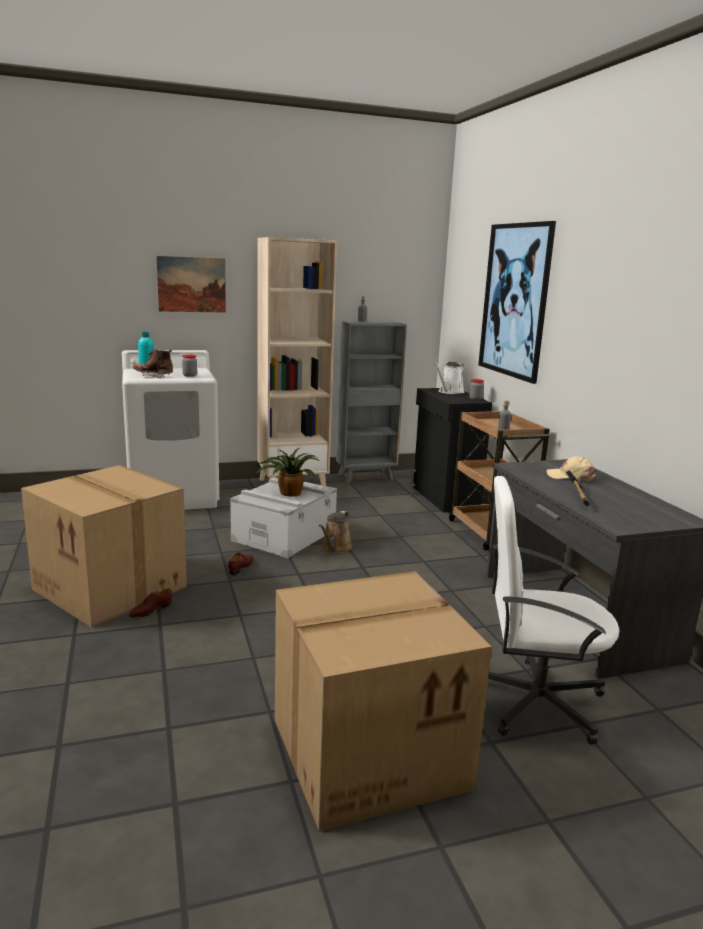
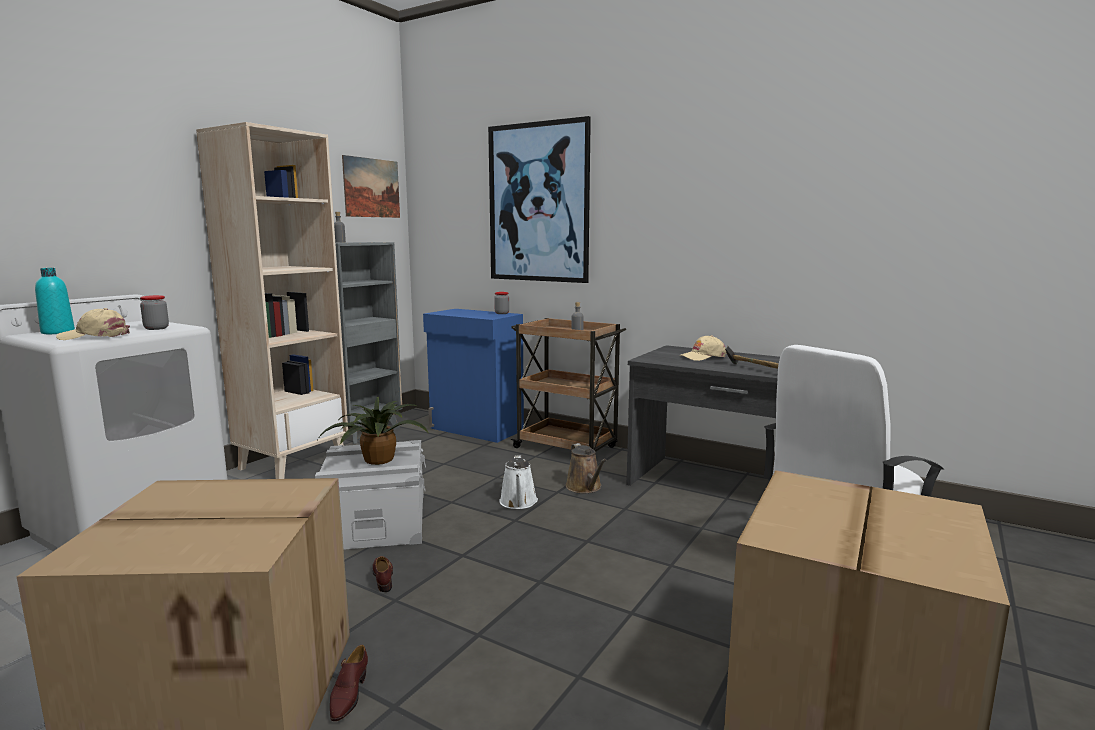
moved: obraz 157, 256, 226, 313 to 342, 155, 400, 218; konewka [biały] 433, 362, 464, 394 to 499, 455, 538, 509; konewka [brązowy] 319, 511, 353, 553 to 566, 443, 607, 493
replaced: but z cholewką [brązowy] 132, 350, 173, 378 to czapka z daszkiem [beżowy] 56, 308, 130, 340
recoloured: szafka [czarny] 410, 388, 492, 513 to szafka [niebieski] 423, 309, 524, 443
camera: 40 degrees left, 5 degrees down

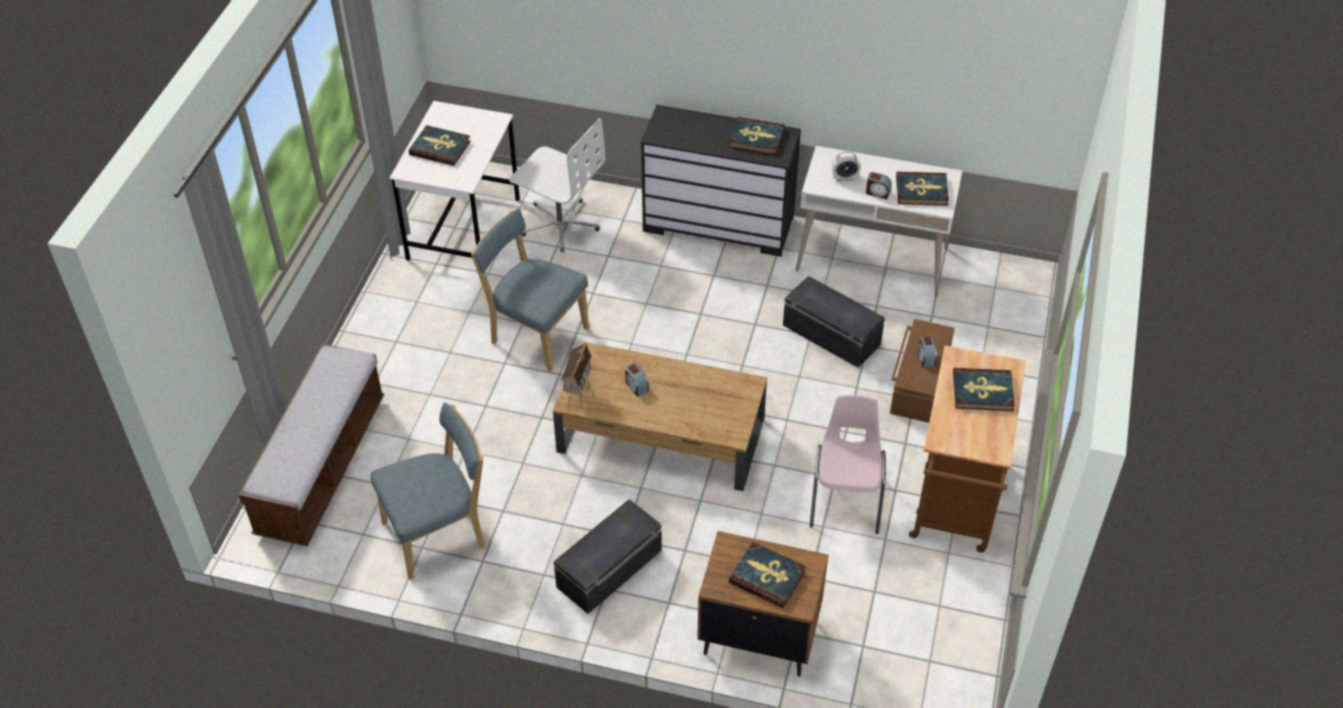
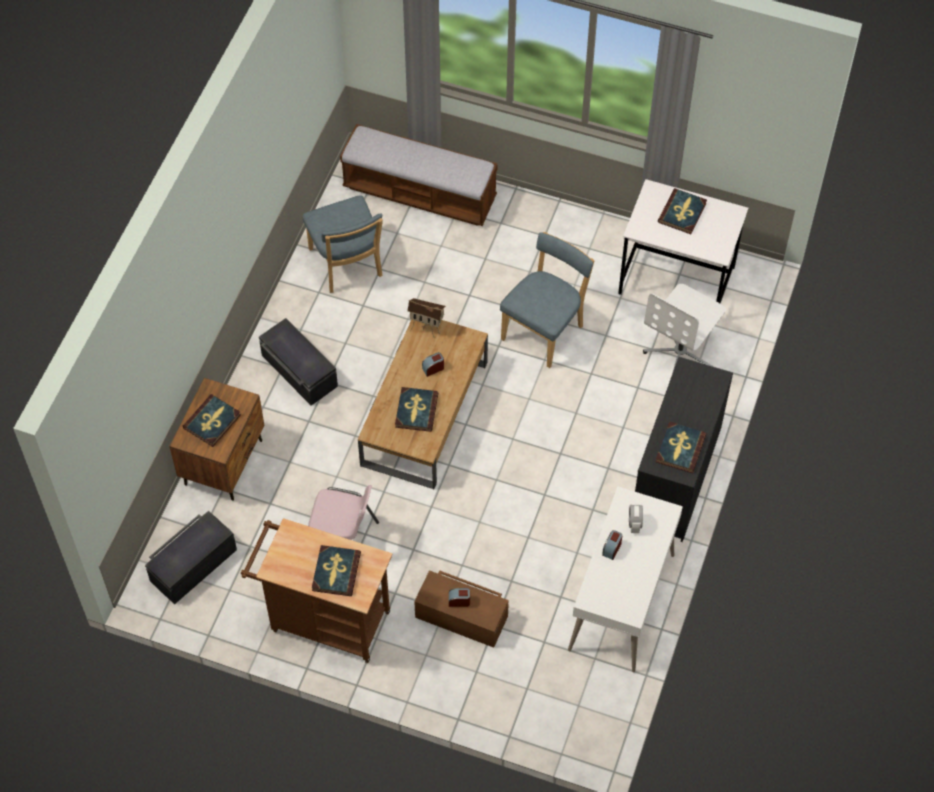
moved: pojemnik do przechowywania [czarny] 783, 276, 885, 368 to 145, 511, 237, 604; książka 896, 171, 949, 206 to 395, 387, 438, 432
camera: 95 degrees right, 10 degrees up

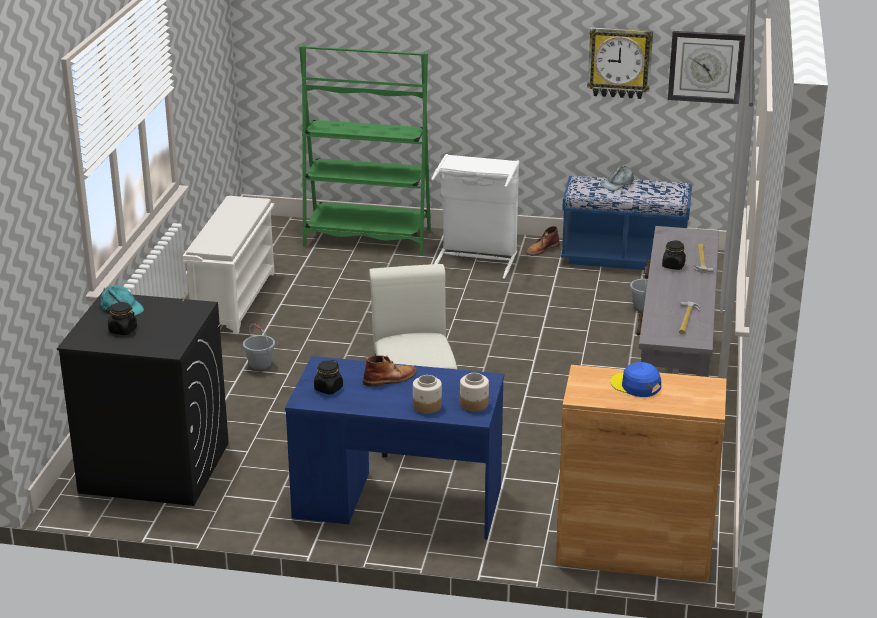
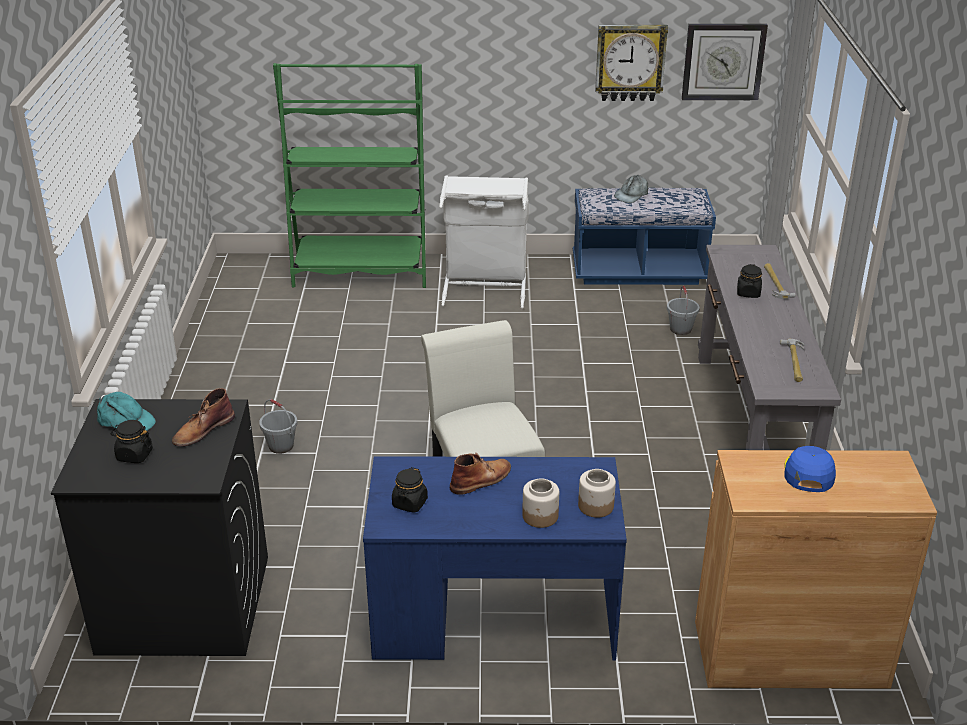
removed: regał na buty [biały] 183, 196, 275, 334
moved: but z cholewką [brązowy] 525, 226, 560, 256 to 172, 388, 235, 447
turned: czapka z daszkiem [niebieski] 610, 362, 661, 397 = 784, 446, 836, 492 75 degrees clockwise
camera: 10 degrees left, 5 degrees up

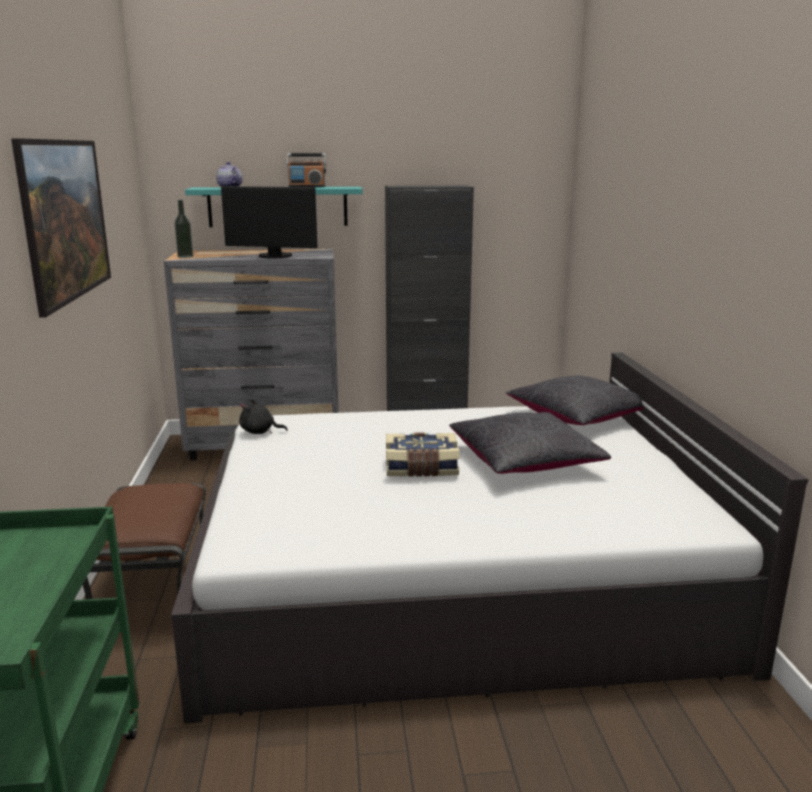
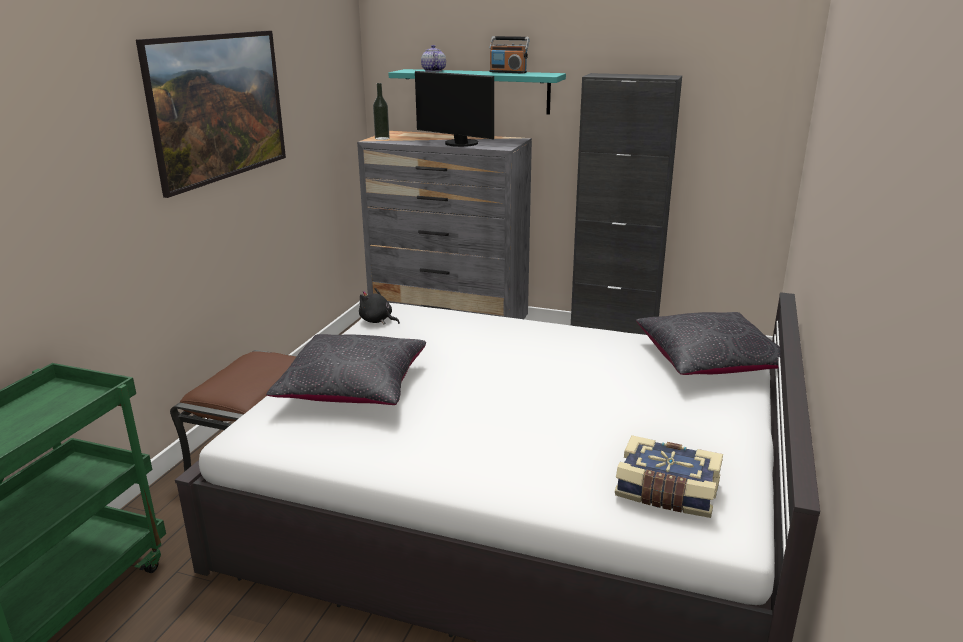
moved: poduszka [czarny] 449, 412, 611, 474 to 266, 334, 426, 405; książka 386, 432, 460, 477 to 615, 435, 723, 518
camera: 25 degrees right, 5 degrees up

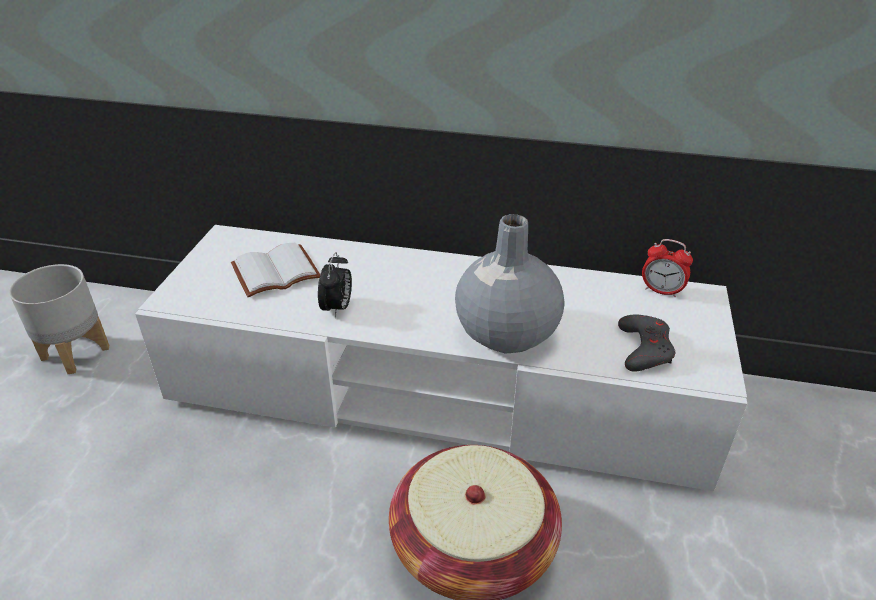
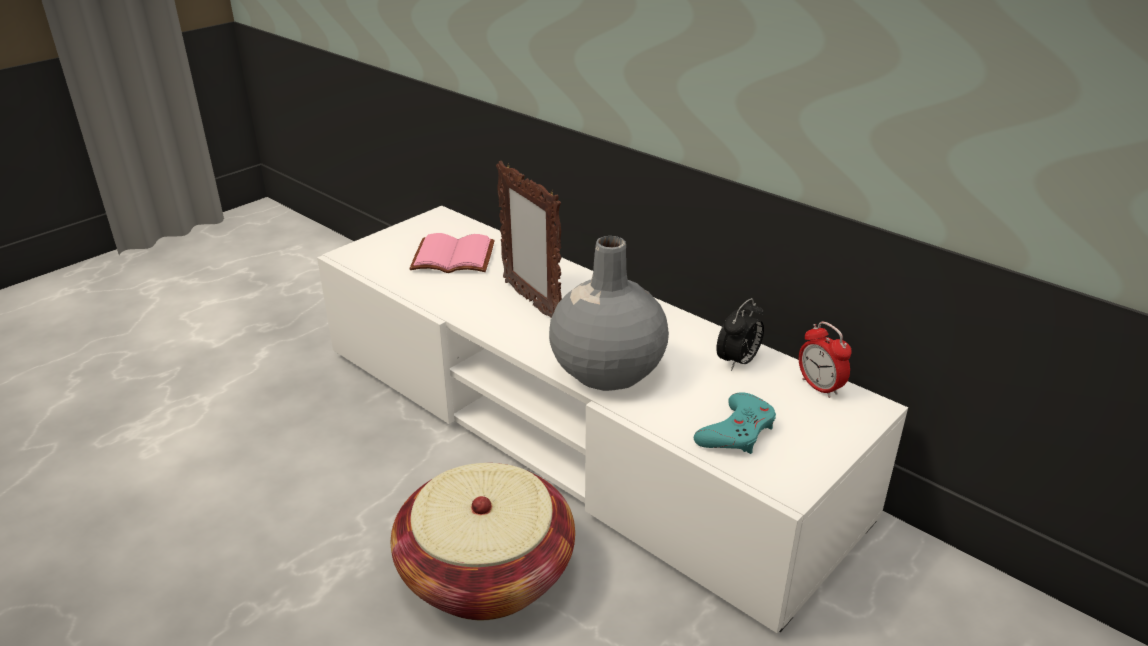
removed: donica [szary] 9, 264, 109, 374
added: ramka na zdjęcie 496, 161, 562, 318
moved: budzik 318, 252, 352, 318 to 716, 298, 764, 371
recoloured: książka [biały] 231, 243, 320, 297 to książka [różowy] 409, 233, 495, 273; pad do gier [szary] 618, 314, 675, 372 to pad do gier [turkusowy] 694, 392, 776, 454
camera: 30 degrees right, 5 degrees down

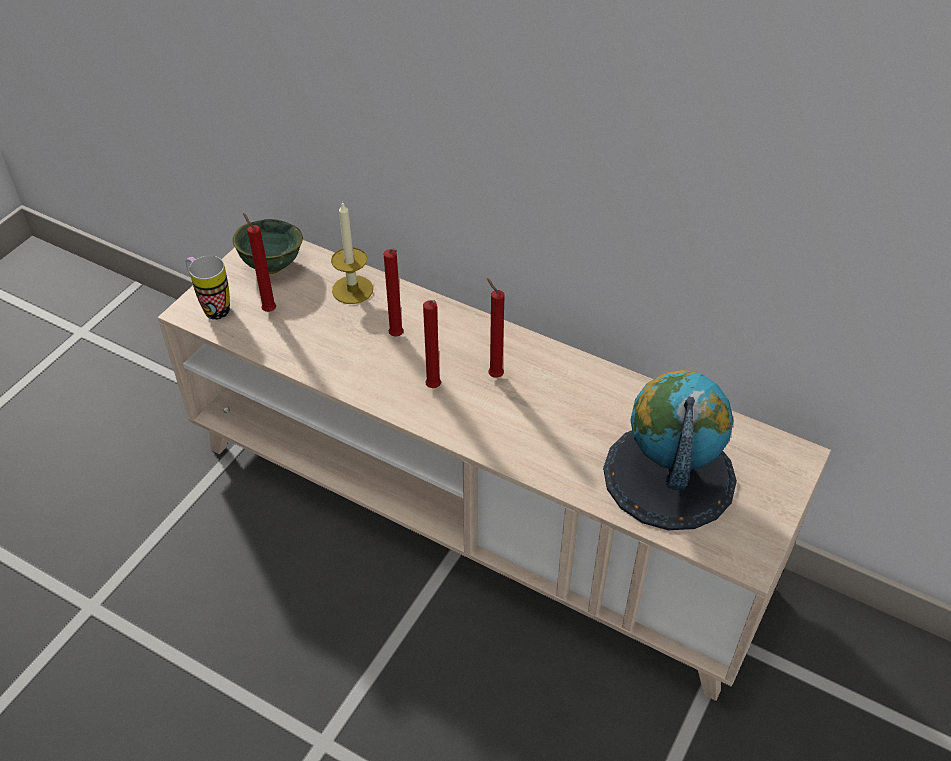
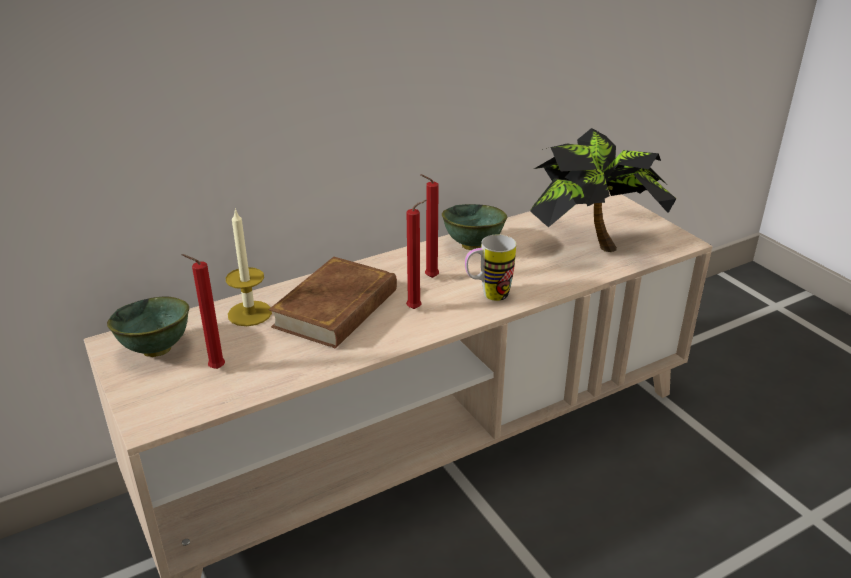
added: miska [zielony] 442, 204, 507, 250
moved: kubek 186, 256, 230, 320 to 465, 234, 516, 301
replaced: świeca [czerwony] 383, 248, 404, 337 to książka [brązowy] 269, 257, 397, 348; globus 603, 370, 737, 530 to roślina doniczkowa 530, 128, 676, 252
camera: 60 degrees left, 15 degrees down

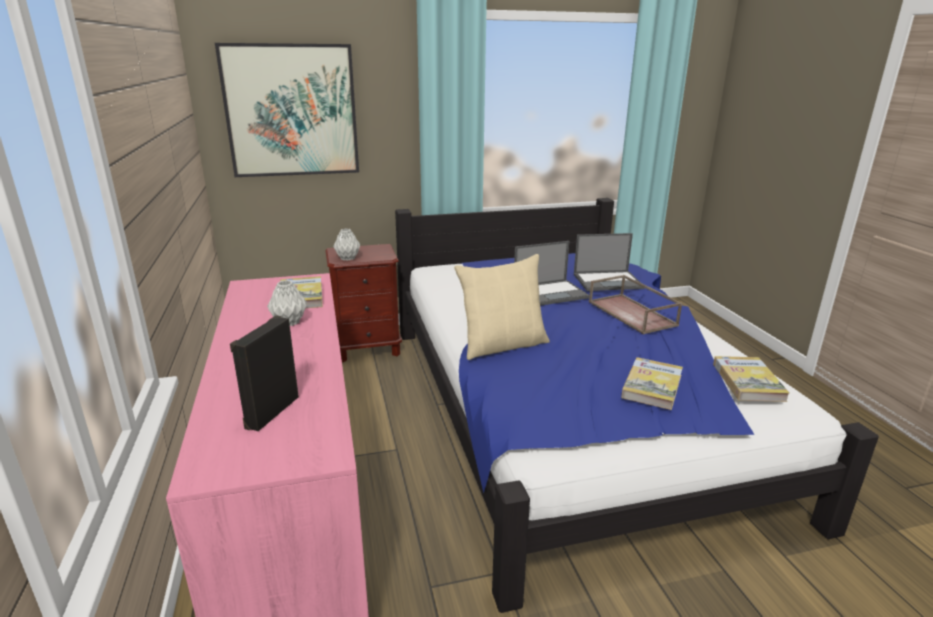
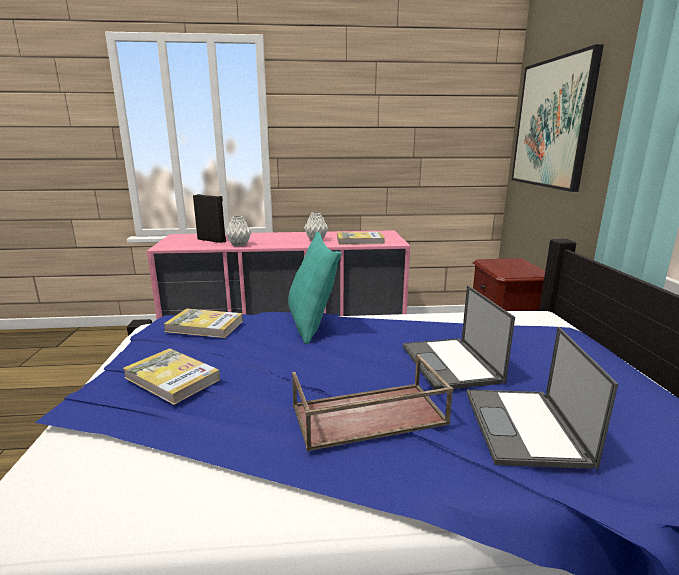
moved: książka 713, 356, 789, 402 to 164, 309, 243, 338; wazon [szary] 333, 228, 360, 261 to 225, 216, 252, 247
recoloured: poduszka [beżowy] 454, 254, 550, 360 to poduszka [turkusowy] 288, 232, 342, 344
camera: 100 degrees right, 5 degrees down

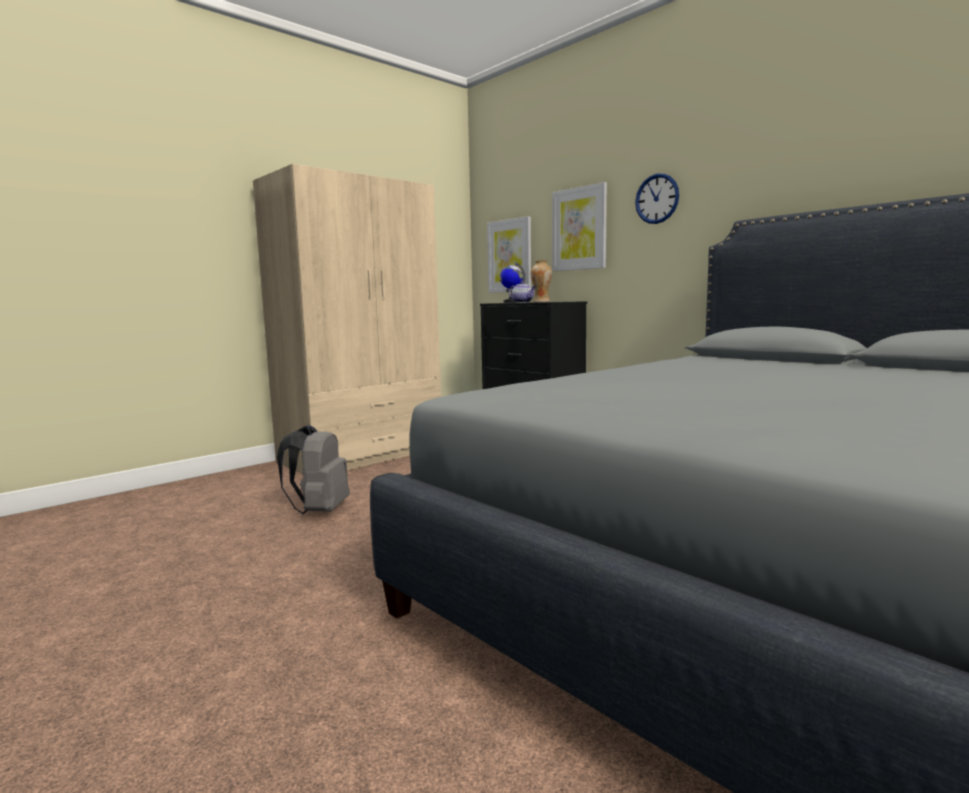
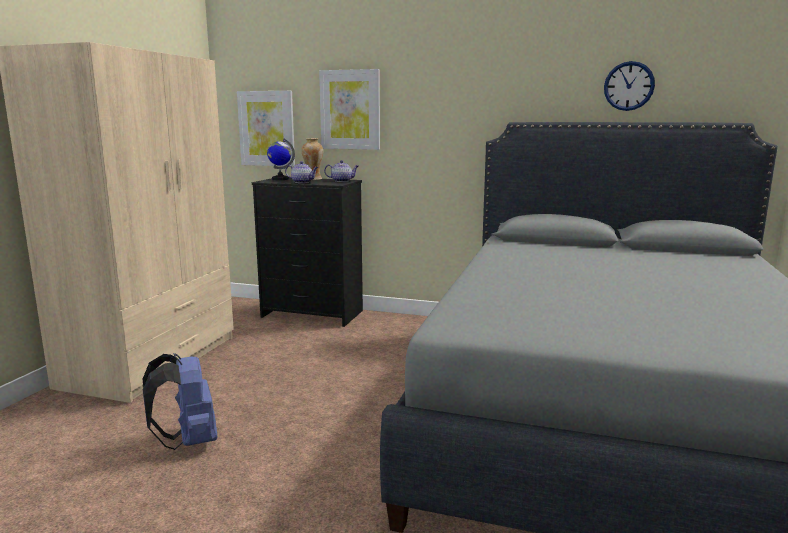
added: imbryk 324, 160, 358, 182
moved: zegar ścienny 635, 174, 679, 224 to 604, 61, 655, 111
recoloured: plecak [szary] 277, 425, 350, 514 to plecak [niebieski] 142, 353, 217, 450
camera: 30 degrees left, 5 degrees up

